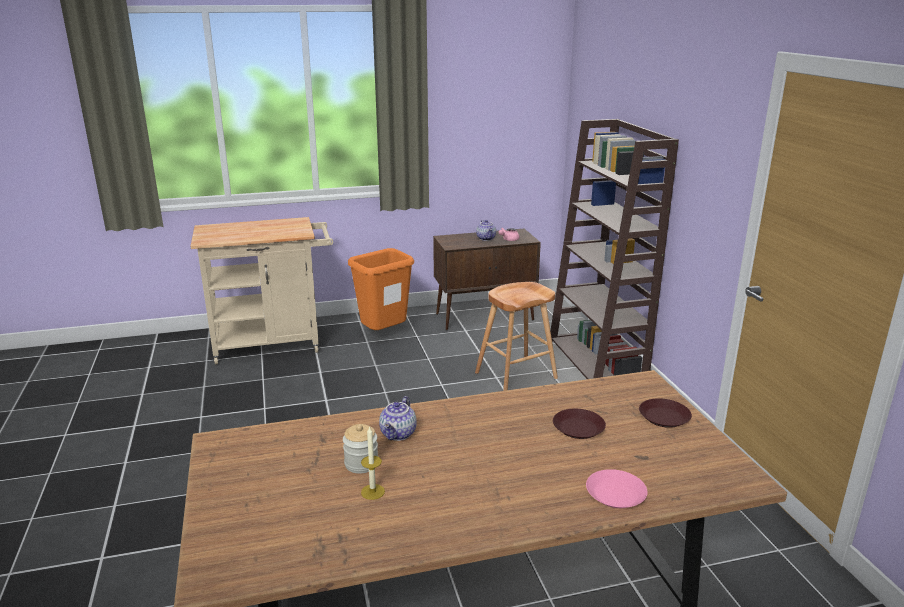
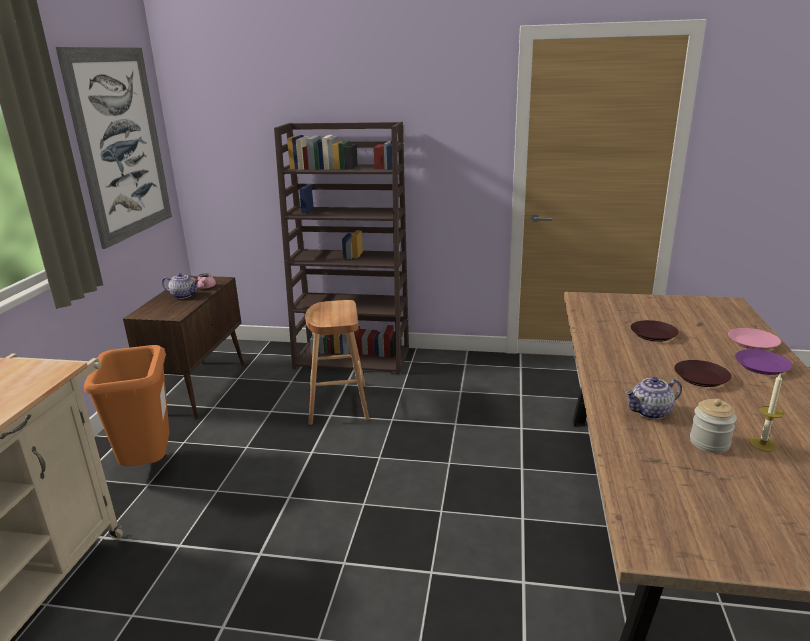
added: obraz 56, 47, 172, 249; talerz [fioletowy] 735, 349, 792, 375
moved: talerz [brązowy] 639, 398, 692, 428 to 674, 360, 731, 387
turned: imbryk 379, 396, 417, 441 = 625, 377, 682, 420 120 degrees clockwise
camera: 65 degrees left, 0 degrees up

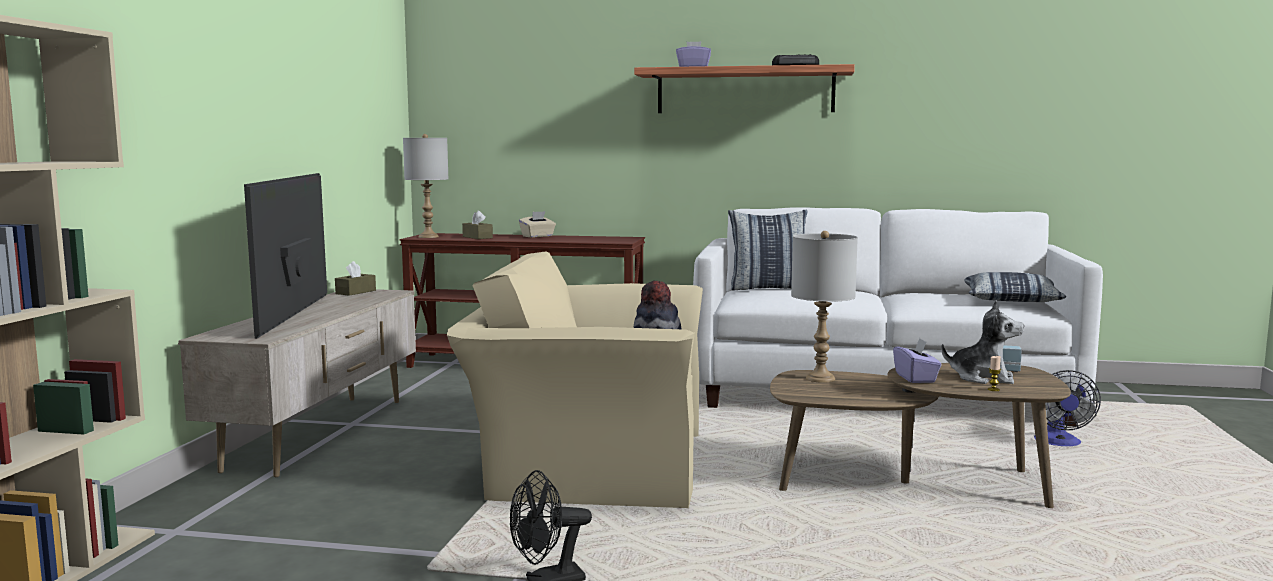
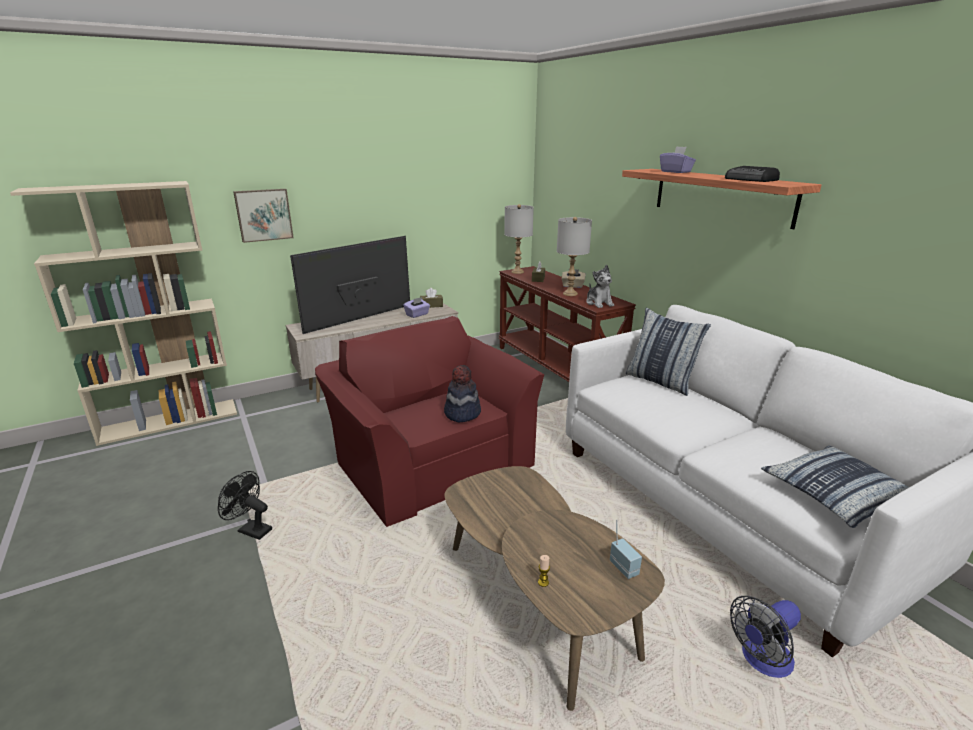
added: obraz 233, 189, 294, 243
moved: pudełko chusteczek [fioletowy] 893, 338, 942, 383 to 403, 297, 430, 318; lampa stołowa [szary] 791, 231, 858, 383 to 557, 217, 592, 296; pluszak 941, 300, 1024, 384 to 586, 265, 614, 308
recoloured: fotel [beżowy] 447, 251, 703, 508 to fotel [czerwony] 315, 316, 544, 527
camera: 50 degrees right, 15 degrees up

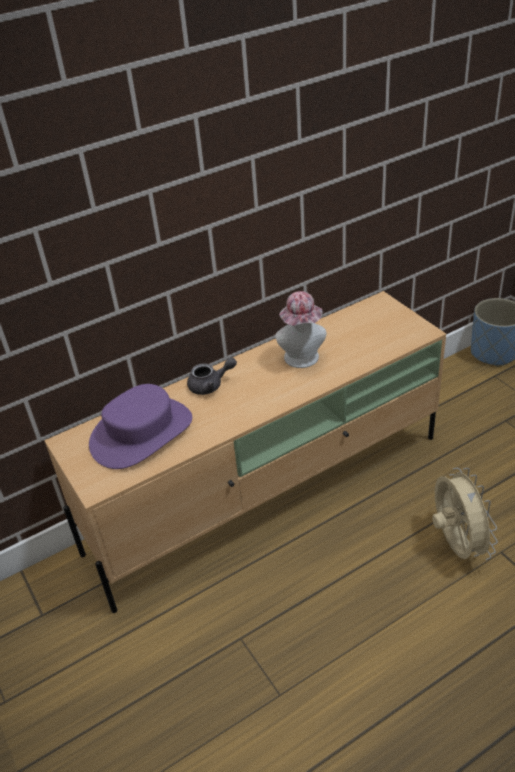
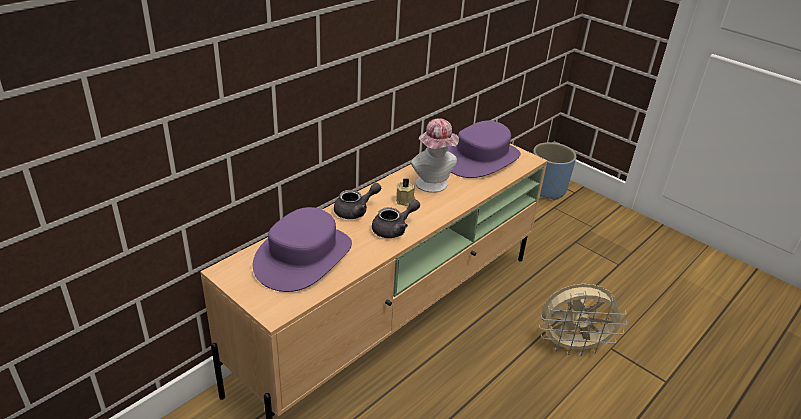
added: imbryk [szary] 372, 200, 420, 238; świeca [beżowy] 396, 178, 415, 206; kapelusz [fioletowy] 447, 121, 521, 178
turned: wentylator [beżowy] 432, 468, 498, 560 = 539, 284, 628, 356 120 degrees clockwise
camera: 20 degrees left, 5 degrees down

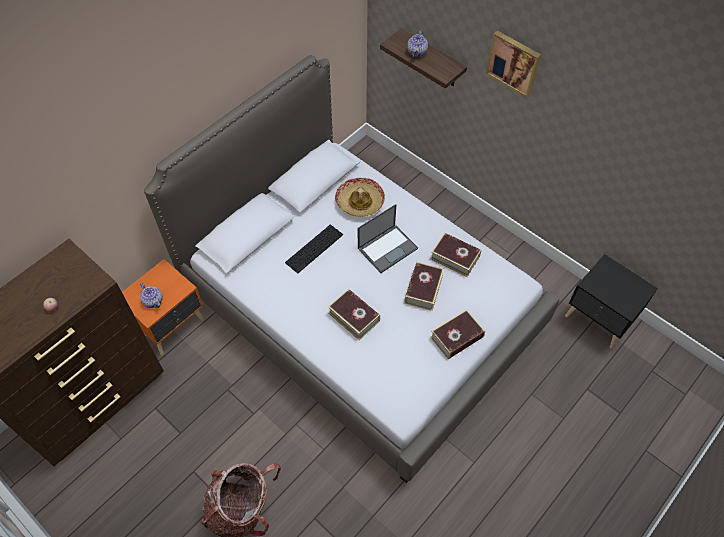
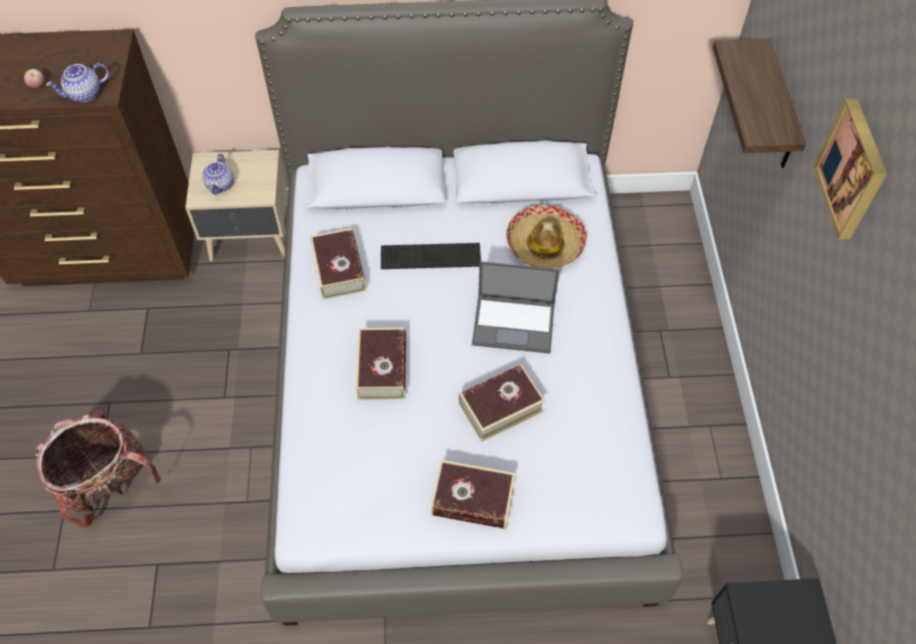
moved: imbryk 407, 30, 428, 58 to 46, 63, 109, 102; książka 430, 232, 481, 277 to 310, 228, 366, 299
recoloured: szafka nocna [pomarańczowy] 122, 259, 204, 355 to szafka nocna [beżowy] 185, 150, 287, 261
camera: 45 degrees right, 0 degrees up

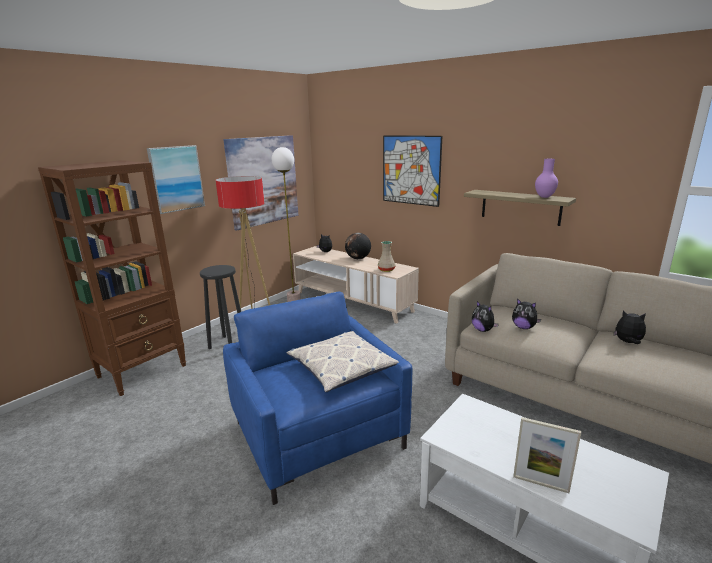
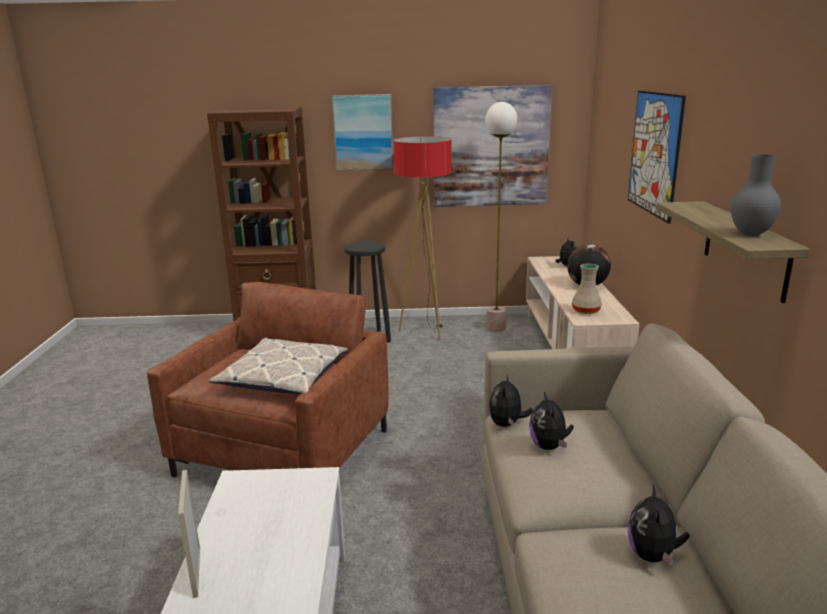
recoloured: fotel [niebieski] 223, 292, 413, 505 to fotel [brązowy] 147, 282, 389, 477; wazon [fioletowy] 535, 159, 558, 198 to wazon [szary] 731, 154, 781, 236
turned: pluszak 614, 310, 646, 344 = 628, 485, 690, 565 150 degrees counterclockwise
camera: 50 degrees right, 0 degrees up

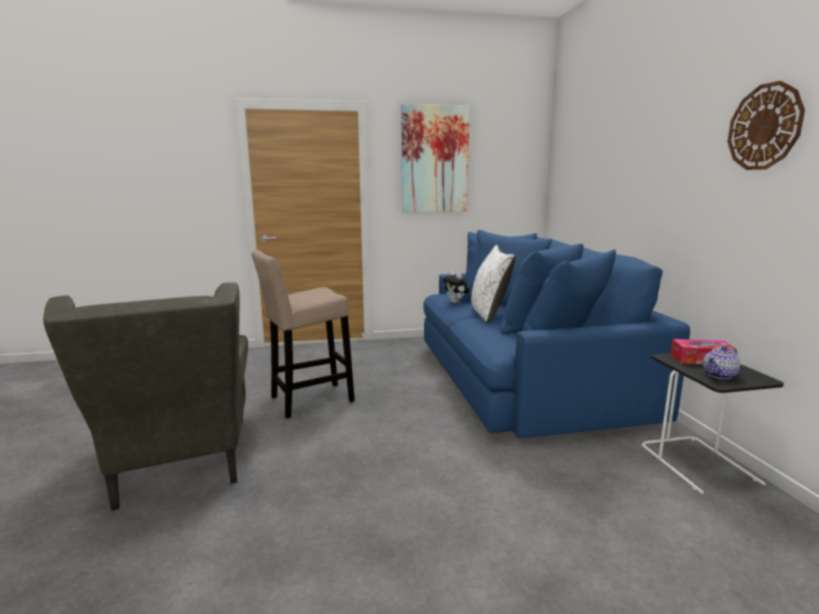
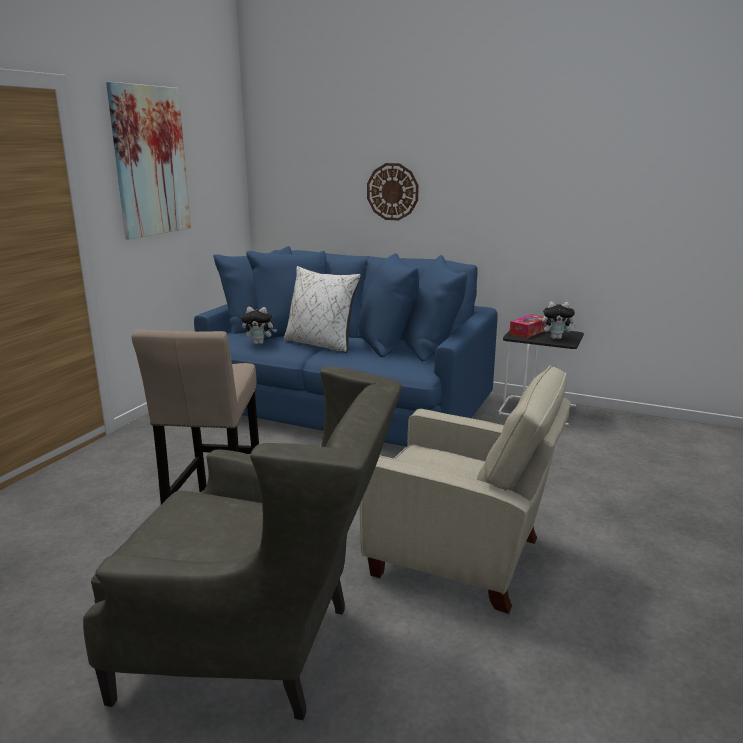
added: fotel [beżowy] 360, 365, 571, 614
moved: zegar ścienny 728, 81, 805, 170 to 367, 163, 419, 221
replaced: imbryk 703, 346, 741, 379 to pluszak 542, 301, 578, 339
camera: 55 degrees left, 5 degrees up

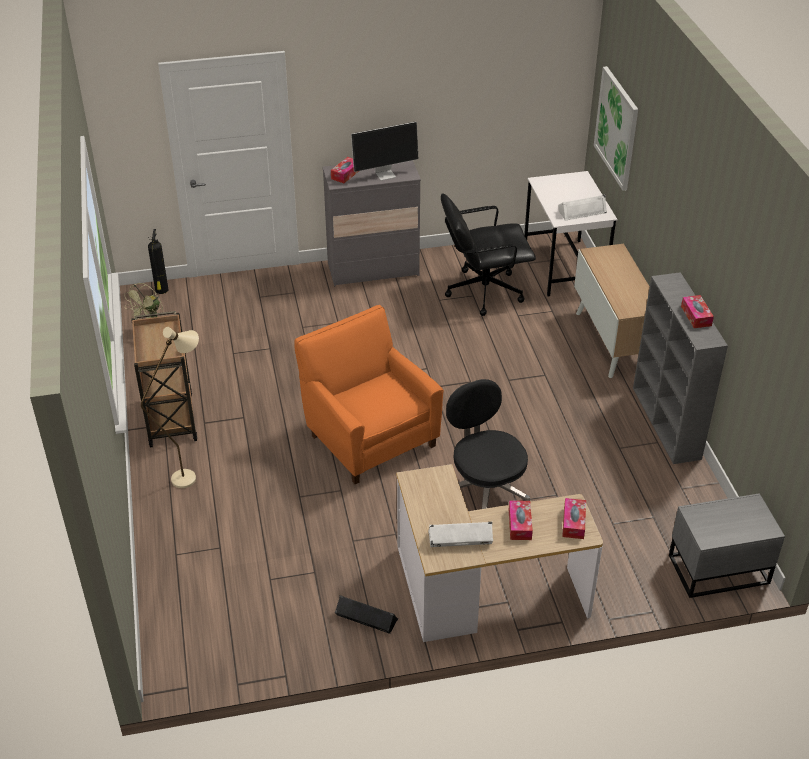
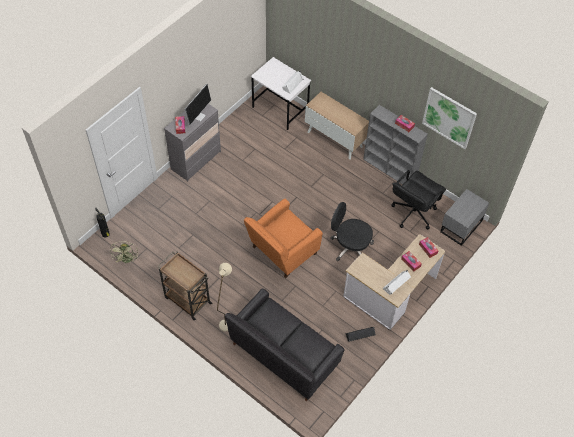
added: kanapa [czarny] 225, 288, 345, 401
moved: krzesło biurowe [czarny] 441, 193, 536, 316 to 392, 170, 446, 230; obraz 594, 66, 638, 191 to 422, 87, 477, 149
turned: fotel [pomarańczowy] 294, 305, 444, 484 = 244, 199, 323, 279 60 degrees counterclockwise
camera: 40 degrees left, 15 degrees up

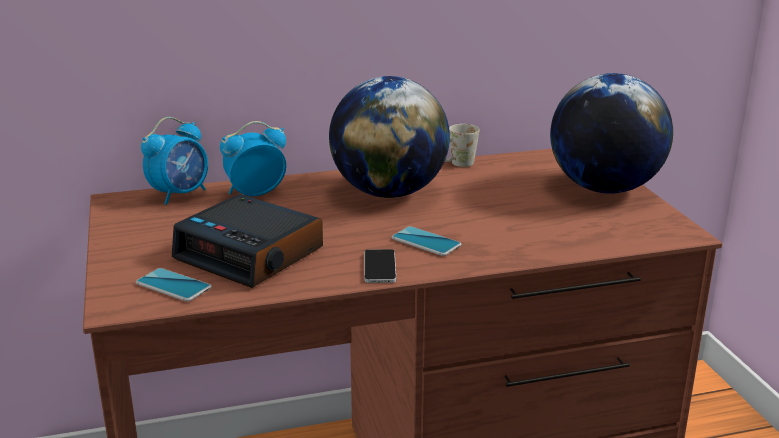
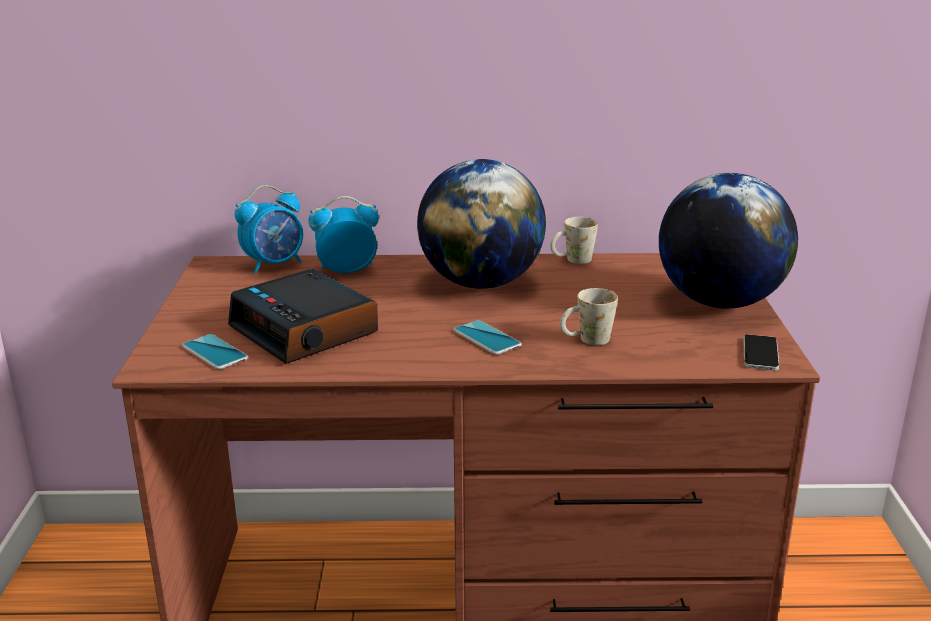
added: kubek [biały] 560, 288, 618, 345
moved: telefon 364, 249, 396, 283 to 743, 334, 779, 371
camera: 15 degrees right, 0 degrees up

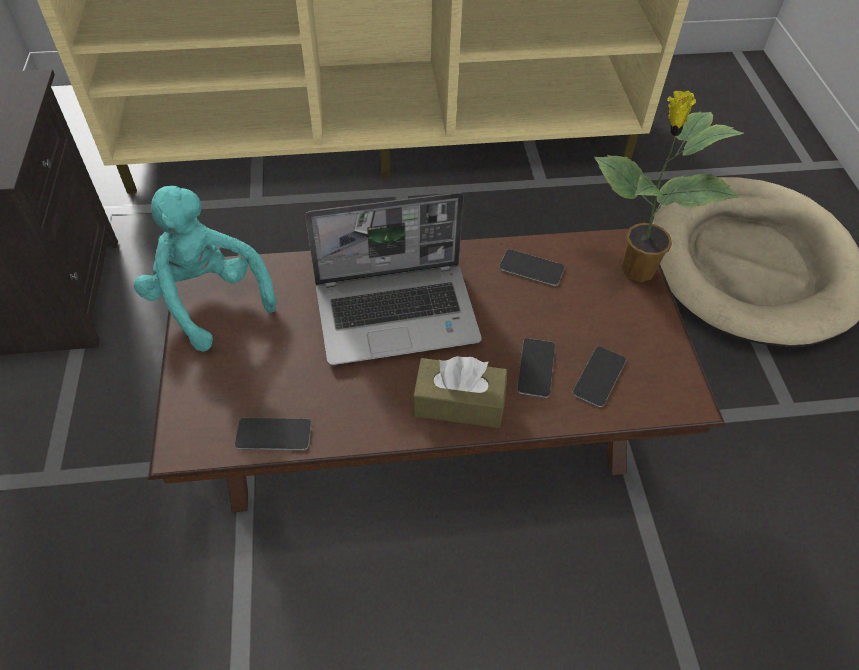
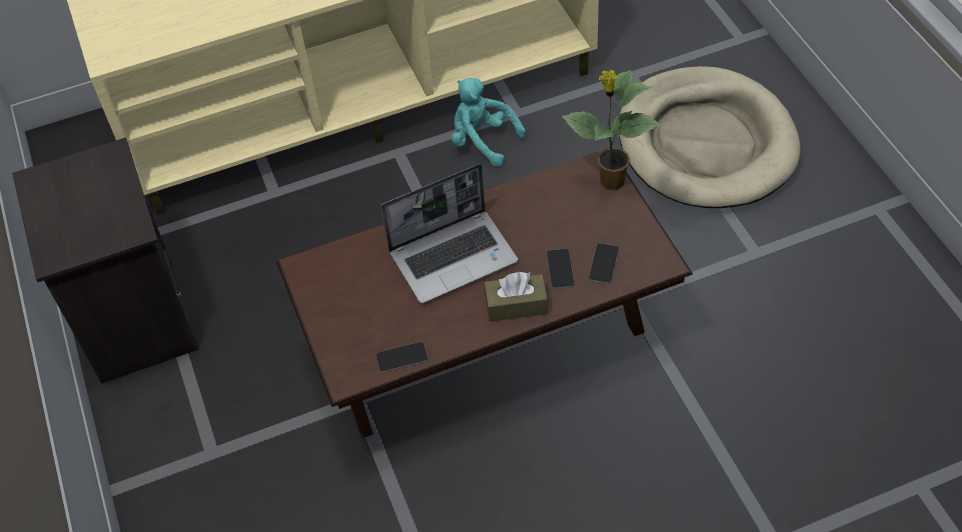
removed: telefon 499, 249, 564, 286
moved: pluszak [turkusowy] 134, 186, 276, 352 to 451, 78, 526, 166
camera: 10 degrees left, 0 degrees up

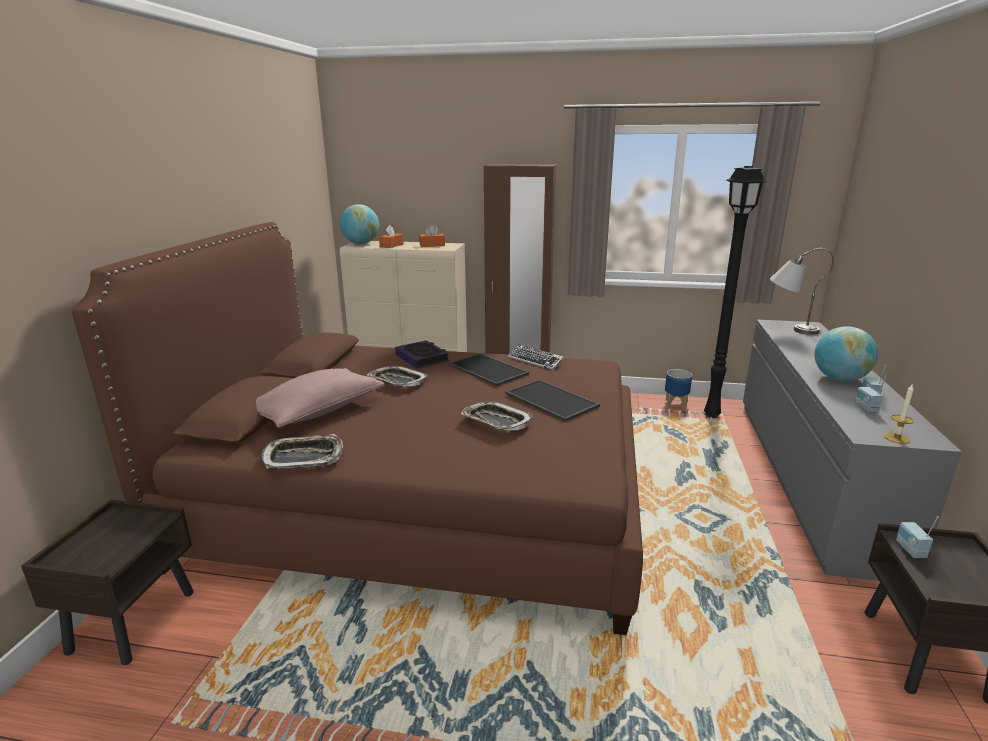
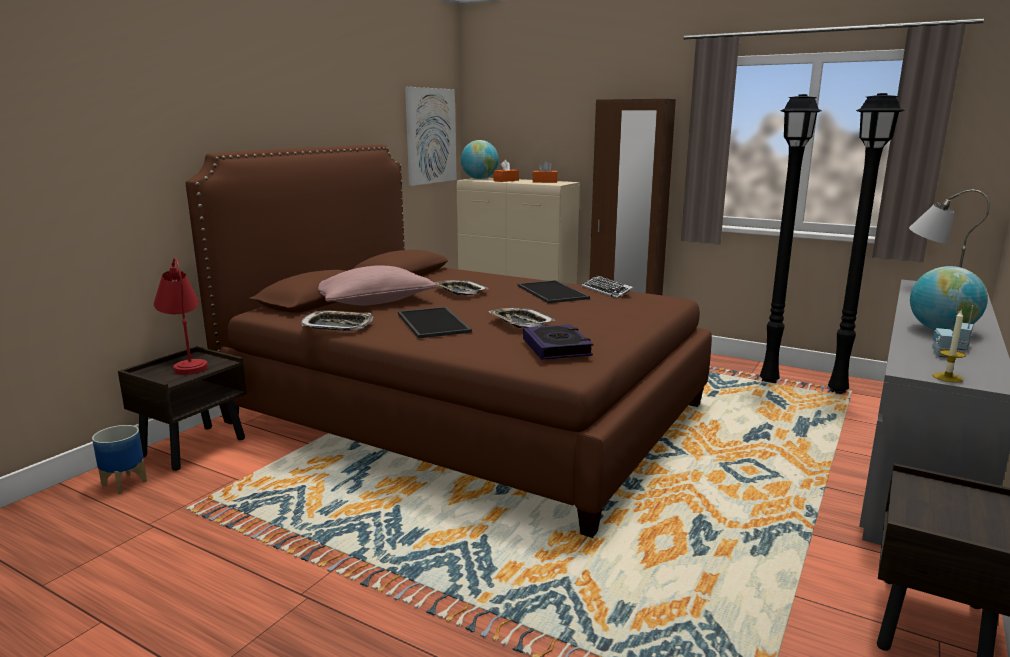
removed: radio 896, 516, 939, 558
added: lampa stołowa [czerwony] 154, 258, 208, 375; obraz 405, 87, 457, 186; lampa stojąca [czarny] 760, 94, 822, 383
moved: donica 665, 369, 692, 409 to 92, 425, 147, 494; taca 505, 379, 600, 422 to 398, 307, 472, 339; książka 395, 340, 449, 369 to 523, 324, 593, 360
camera: 20 degrees right, 5 degrees down

